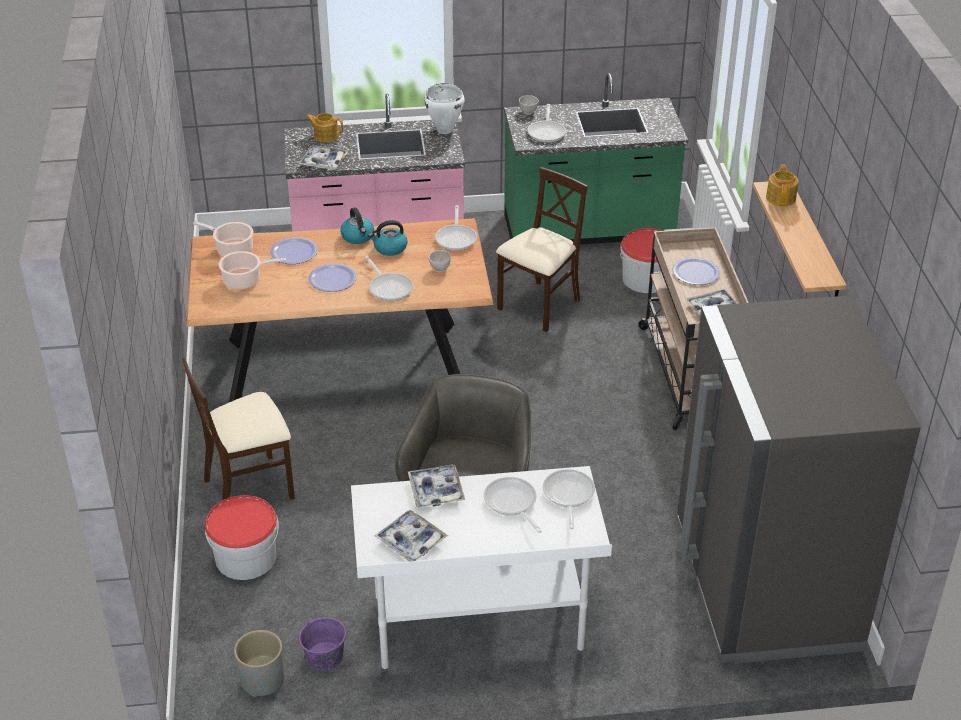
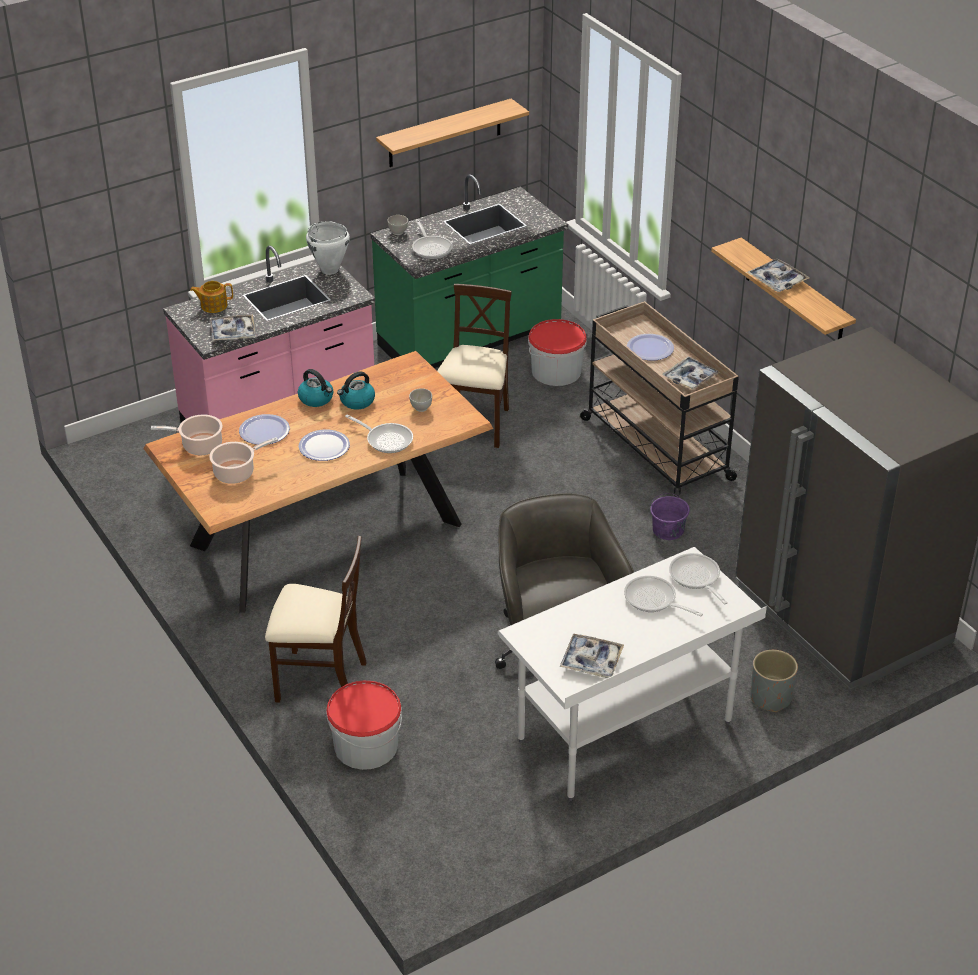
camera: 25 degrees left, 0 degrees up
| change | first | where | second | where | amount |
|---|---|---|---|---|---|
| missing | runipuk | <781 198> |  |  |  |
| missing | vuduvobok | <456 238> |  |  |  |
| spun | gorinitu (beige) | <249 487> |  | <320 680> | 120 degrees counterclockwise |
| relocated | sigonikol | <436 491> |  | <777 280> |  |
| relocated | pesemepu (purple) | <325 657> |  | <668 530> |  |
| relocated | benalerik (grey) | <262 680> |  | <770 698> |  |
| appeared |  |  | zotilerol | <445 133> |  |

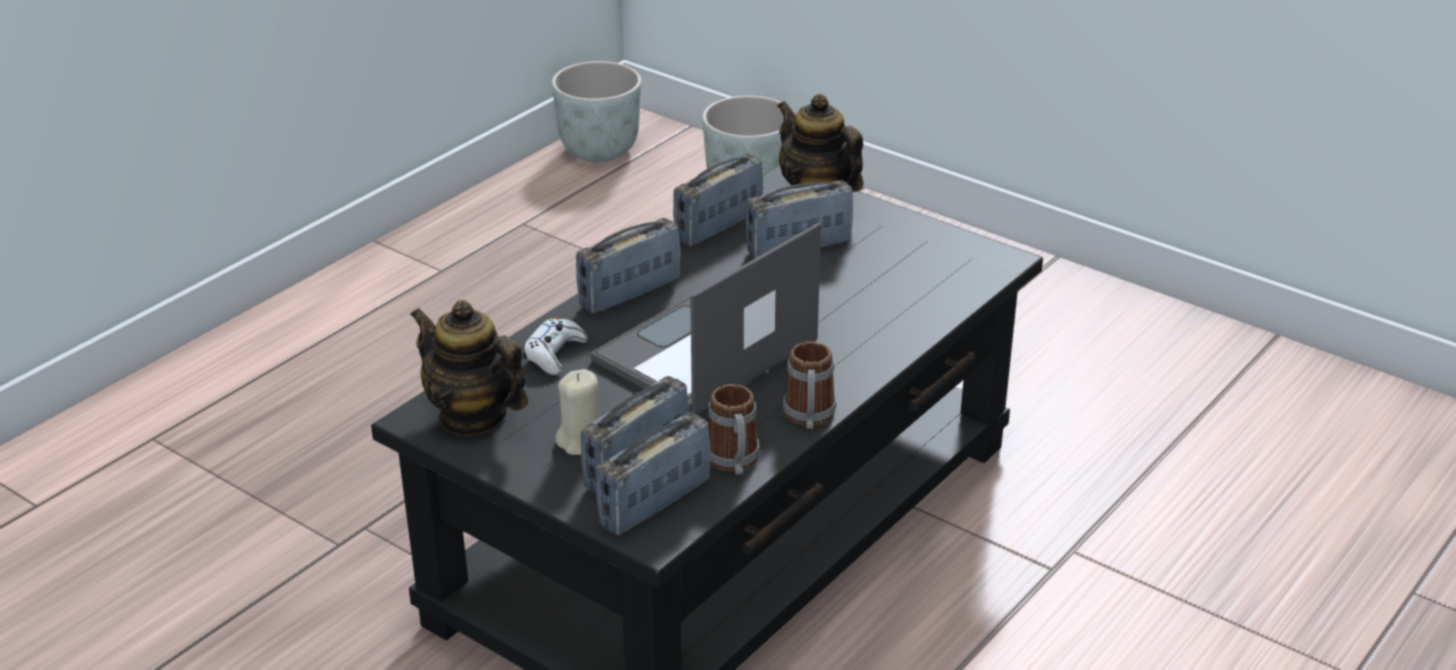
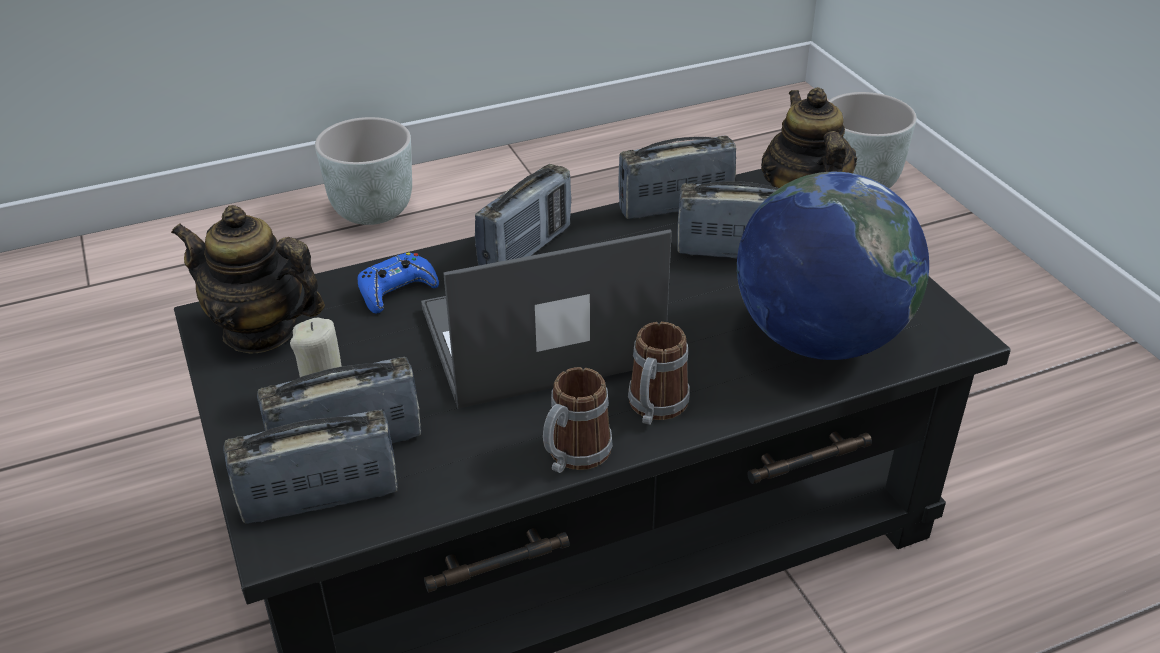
camera: 30 degrees right, 5 degrees up
| change | first | where | second | where | amount |
|---|---|---|---|---|---|
| relocated | benalerik (grey) | <600 151> |  | <374 211> |  |
| spun | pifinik | <629 293> |  | <526 250> | 135 degrees clockwise |
| spun | runipuk | <472 416> |  | <260 331> | 45 degrees counterclockwise |
| colour | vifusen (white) | <554 354> | vifusen (blue) | <396 290> |  |
| relocated | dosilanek | <734 463> |  | <654 409> |  |
| appeared |  |  | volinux | <819 339> |  |

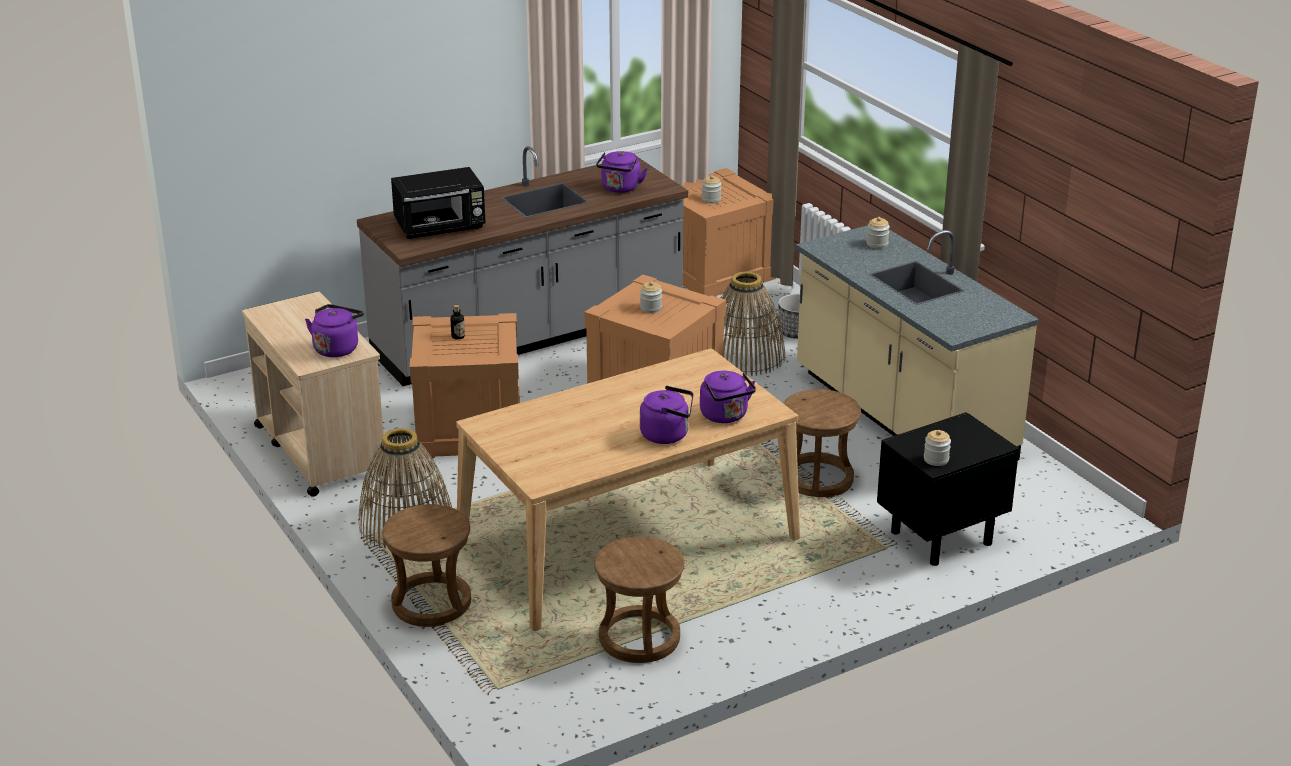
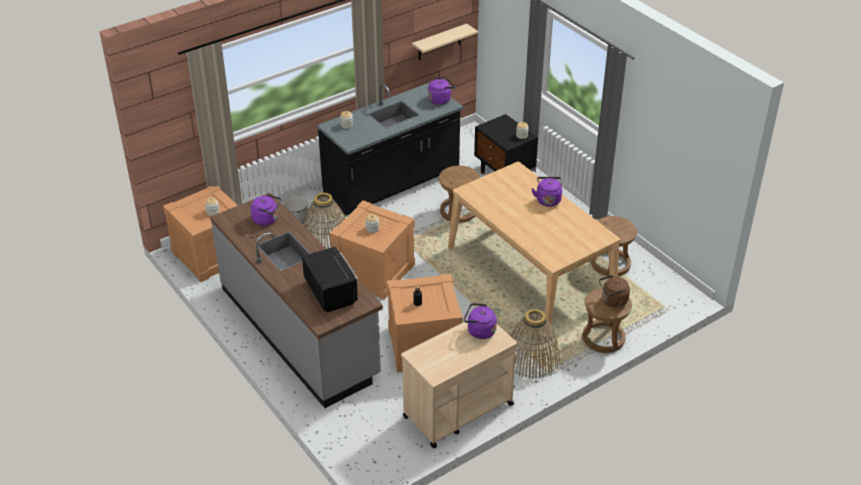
camera: 95 degrees left, 10 degrees up
| change | first | where | second | where | amount |
|---|---|---|---|---|---|
| colour | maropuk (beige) | <901 417> | maropuk (black) | <392 184> |  |
| relocated | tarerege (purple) | <726 416> |  | <440 99> |  |
| appeared |  |  | zotilerol (beige) | <439 42> |  |
| appeared |  |  | tarerege (brown) | <613 301> |  |

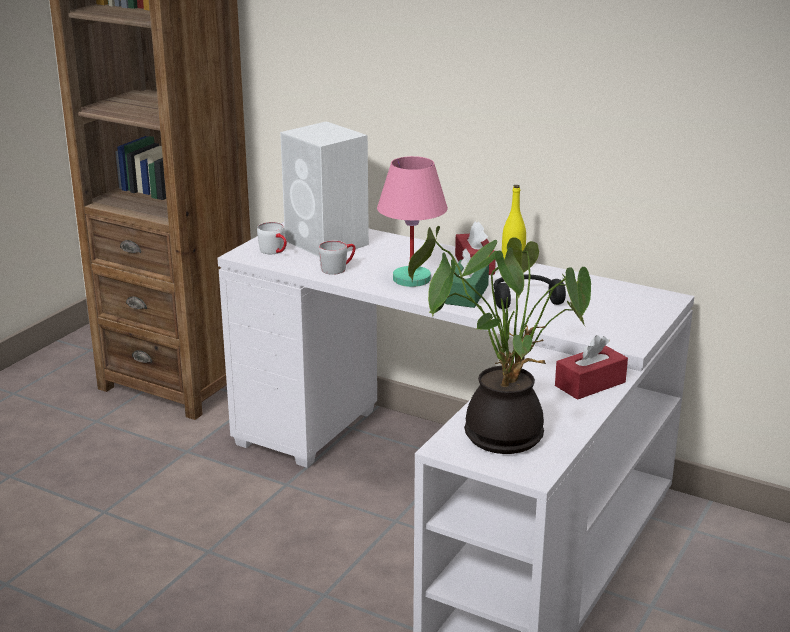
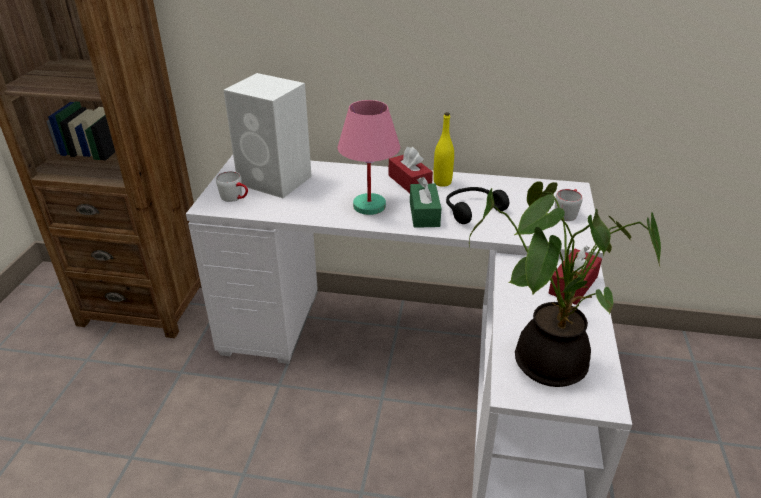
camera: 20 degrees left, 10 degrees up
| change | first | where | second | where | amount |
|---|---|---|---|---|---|
| relocated | dosilanek (grey) | <338 268> |  | <567 212> |  |

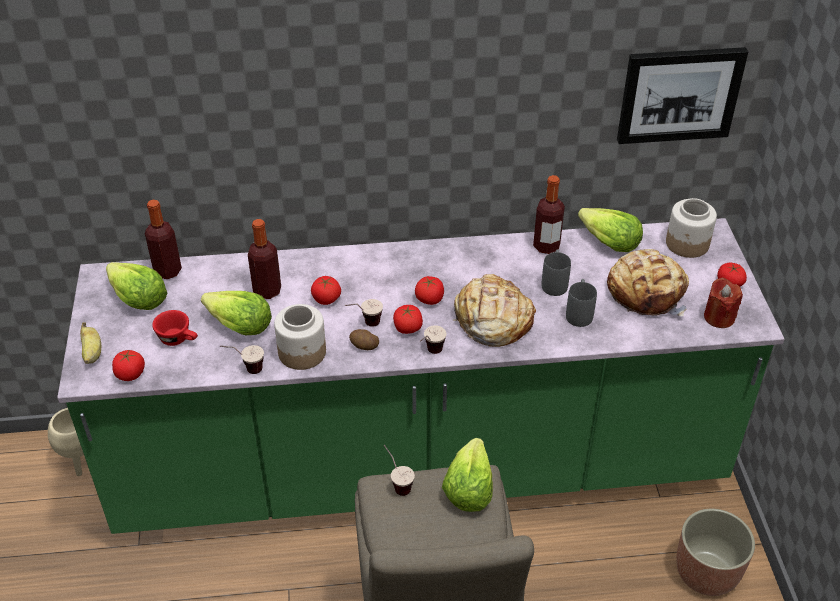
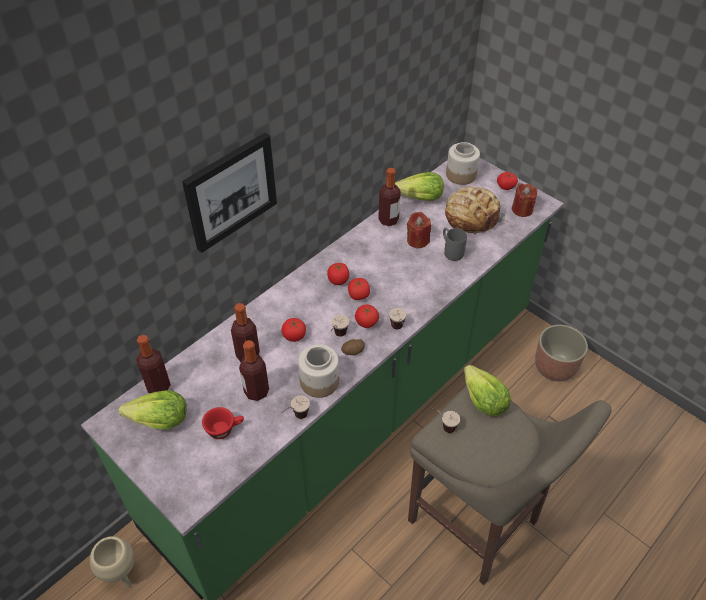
camera: 40 degrees left, 5 degrees up
| change | first | where | second | where | amount |
|---|---|---|---|---|---|
| relocated | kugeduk | <679 94> |  | <230 191> |  |
| exchanged | dosilanek (grey) | <554 282> | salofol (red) | <417 240> |  |
| missing | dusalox | <492 320> |  |  |  |
| exchanged | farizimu | <239 326> | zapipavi | <256 391> |  |
| missing | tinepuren | <92 353> |  |  |  |
| relocated | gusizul | <130 374> |  | <338 280> |  |

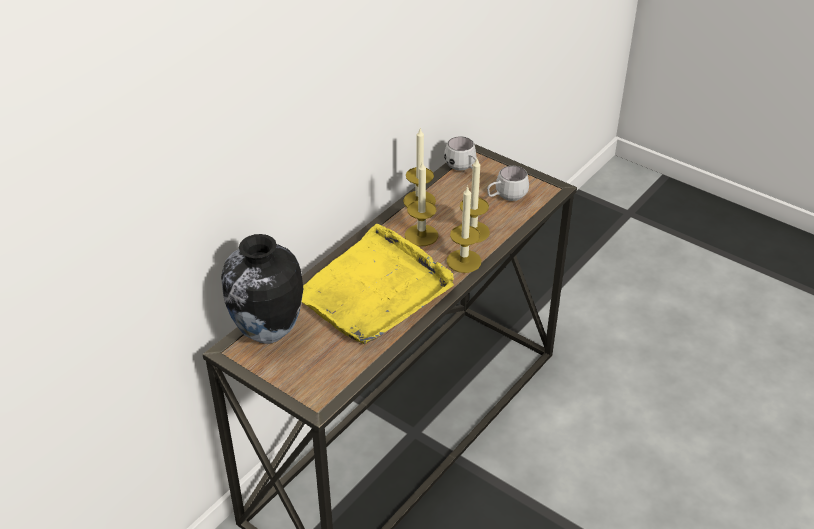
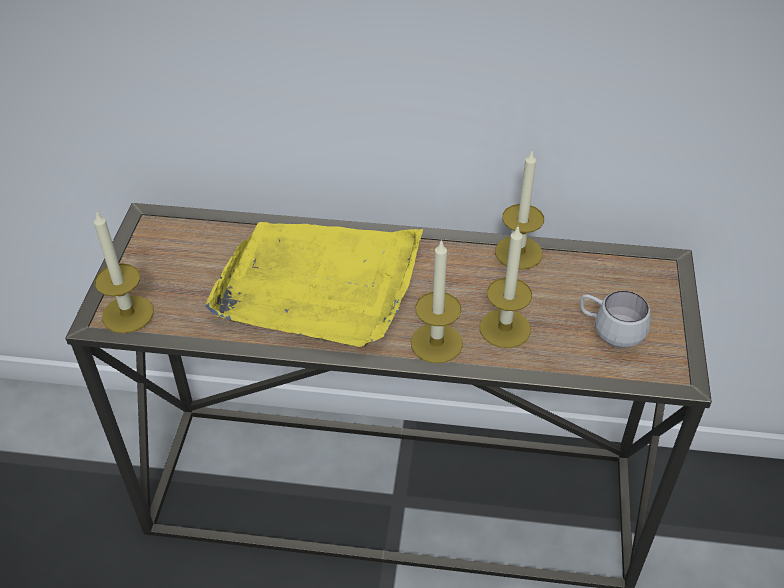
camera: 60 degrees right, 5 degrees up
| change | first | where | second | where | amount |
|---|---|---|---|---|---|
| missing | dosilanek (white) | <463 168> |  |  |  |
| relocated | salofol | <421 235> |  | <128 314> |  |
| missing | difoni | <267 333> |  |  |  |

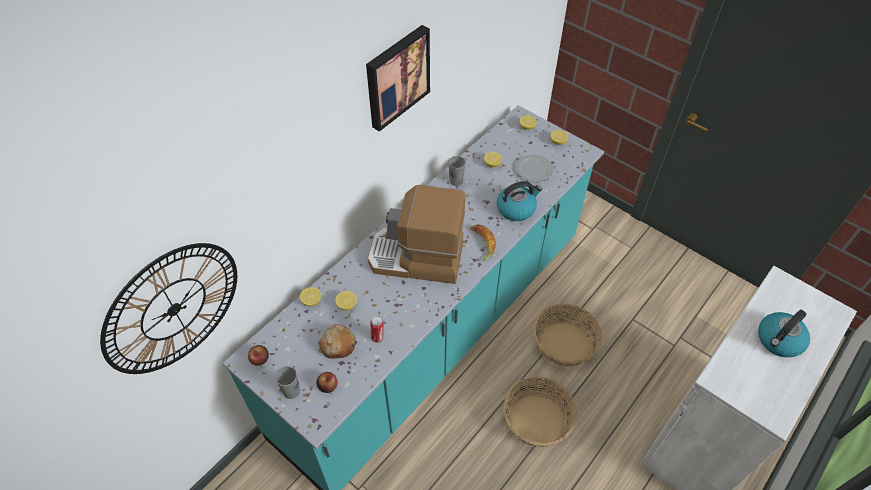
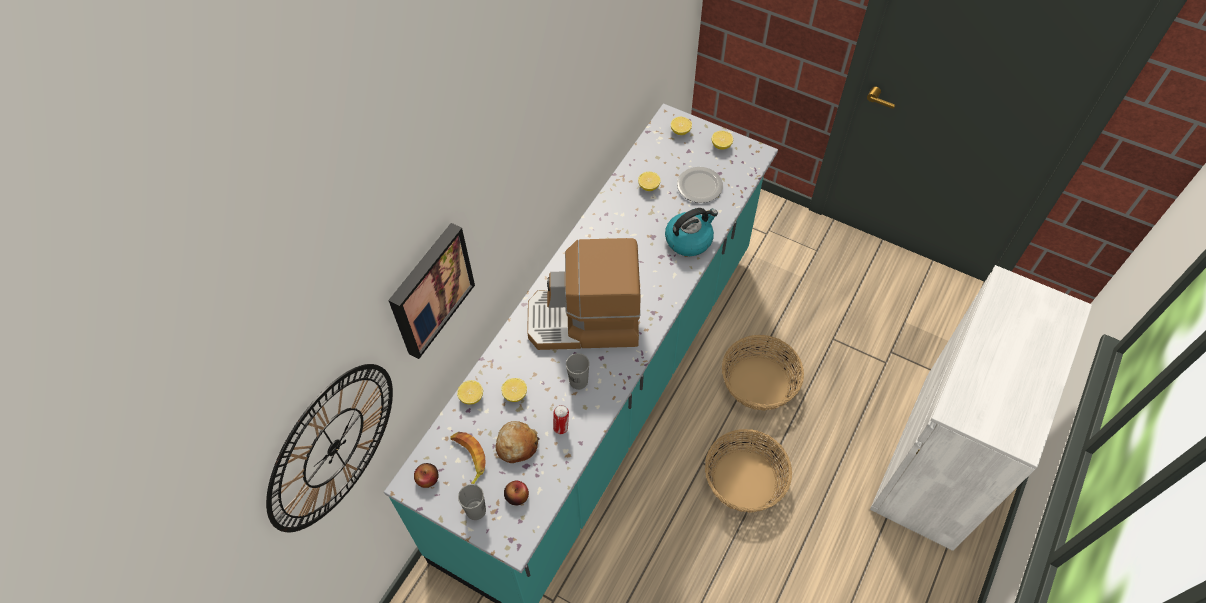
camera: 10 degrees left, 5 degrees up
| change | first | where | second | where | amount |
|---|---|---|---|---|---|
| relocated | kugeduk | <396 77> |  | <429 289> |  |
| relocated | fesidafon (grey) | <456 181> |  | <578 381> |  |
| relocated | tinepuren | <482 244> |  | <468 458> |  |
| missing | tarerege | <778 341> |  |  |  |

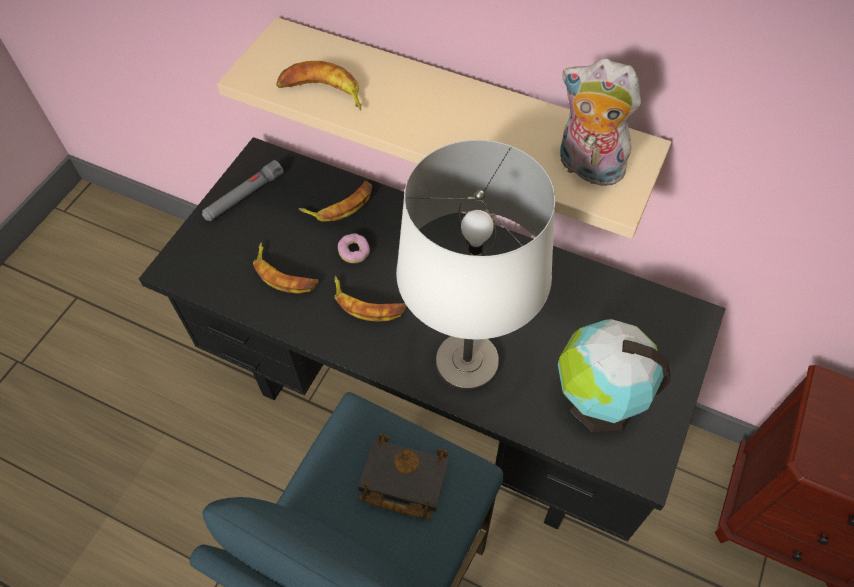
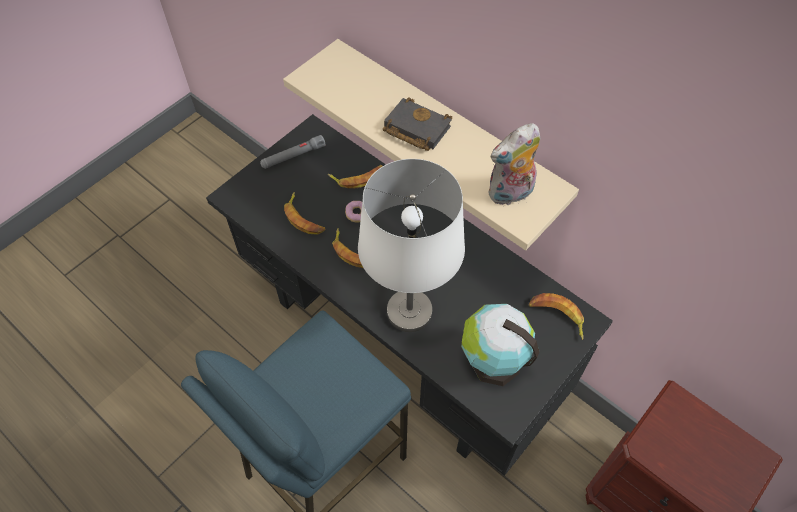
camera: 15 degrees right, 0 degrees up
| change | first | where | second | where | amount |
|---|---|---|---|---|---|
| spun | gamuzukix | <586 168> |  | <510 194> | 75 degrees counterclockwise |
| relocated | tinepuren | <322 93> |  | <557 316> |  |
| relocated | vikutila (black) | <401 481> |  | <414 129> |  |

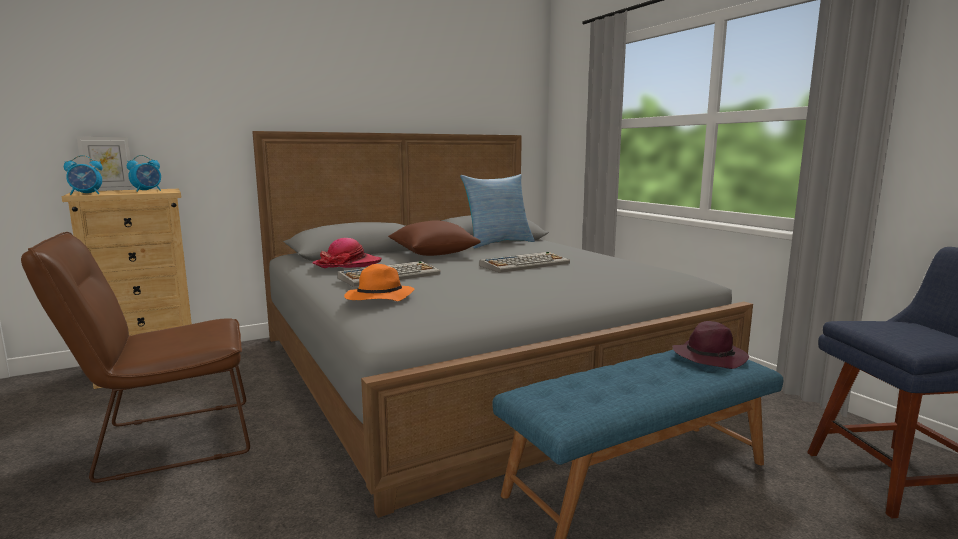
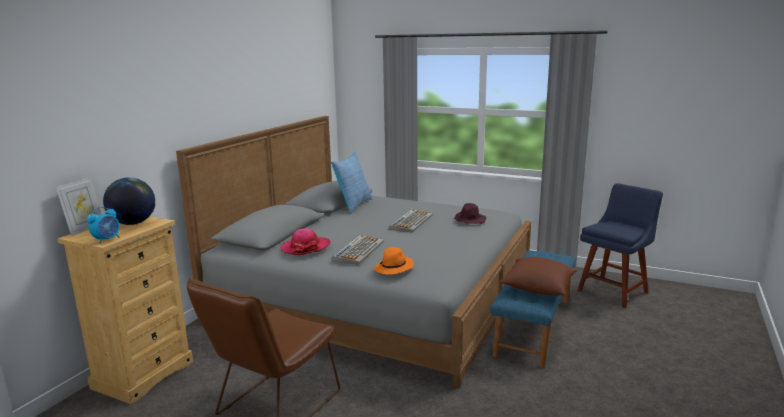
camera: 35 degrees left, 5 degrees up
| change | first | where | second | where | amount |
|---|---|---|---|---|---|
| exchanged | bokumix | <147 191> | volinux | <133 223> |  |
| relocated | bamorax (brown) | <433 254> |  | <537 288> |  |
| relocated | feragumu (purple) | <709 357> |  | <469 220> |  |

